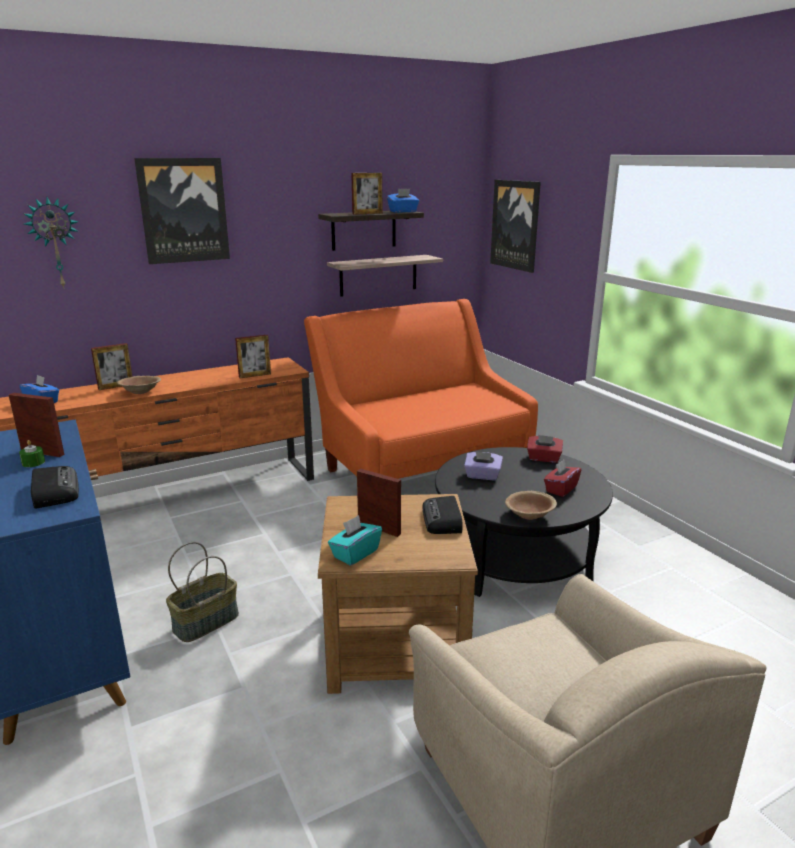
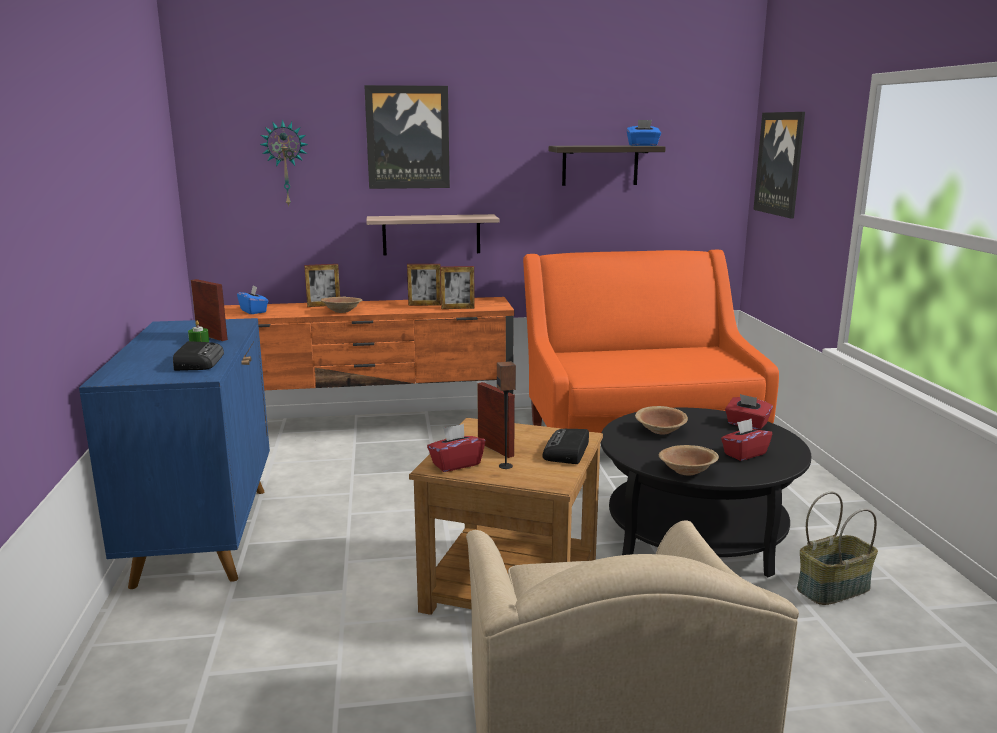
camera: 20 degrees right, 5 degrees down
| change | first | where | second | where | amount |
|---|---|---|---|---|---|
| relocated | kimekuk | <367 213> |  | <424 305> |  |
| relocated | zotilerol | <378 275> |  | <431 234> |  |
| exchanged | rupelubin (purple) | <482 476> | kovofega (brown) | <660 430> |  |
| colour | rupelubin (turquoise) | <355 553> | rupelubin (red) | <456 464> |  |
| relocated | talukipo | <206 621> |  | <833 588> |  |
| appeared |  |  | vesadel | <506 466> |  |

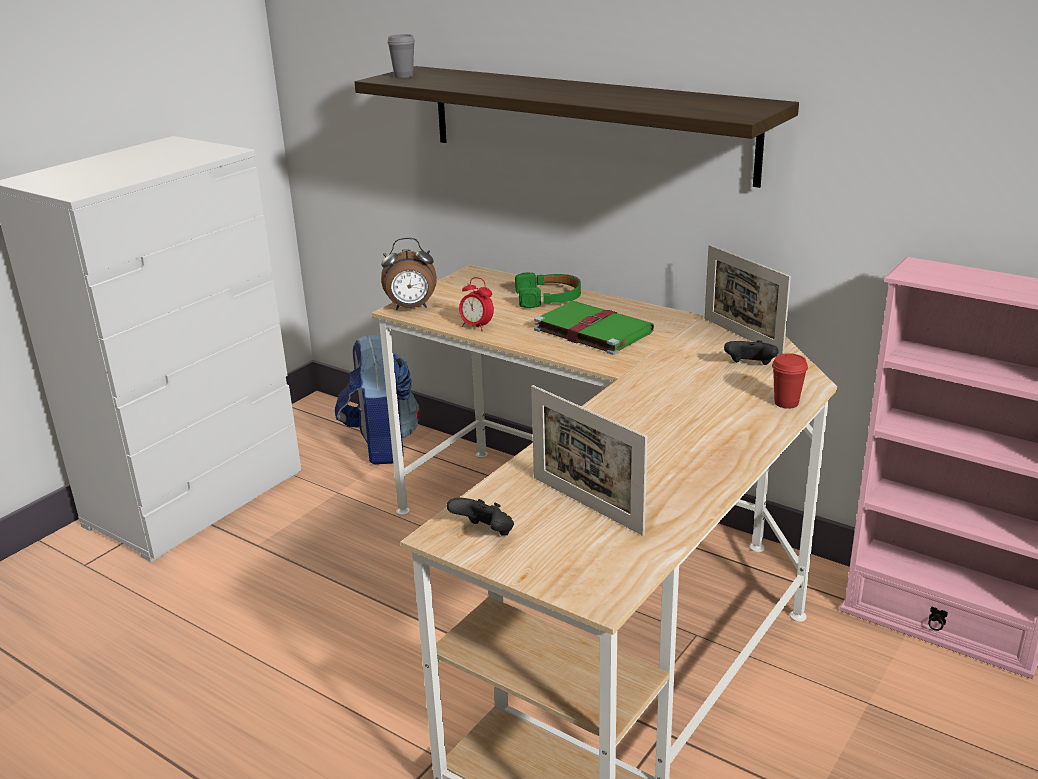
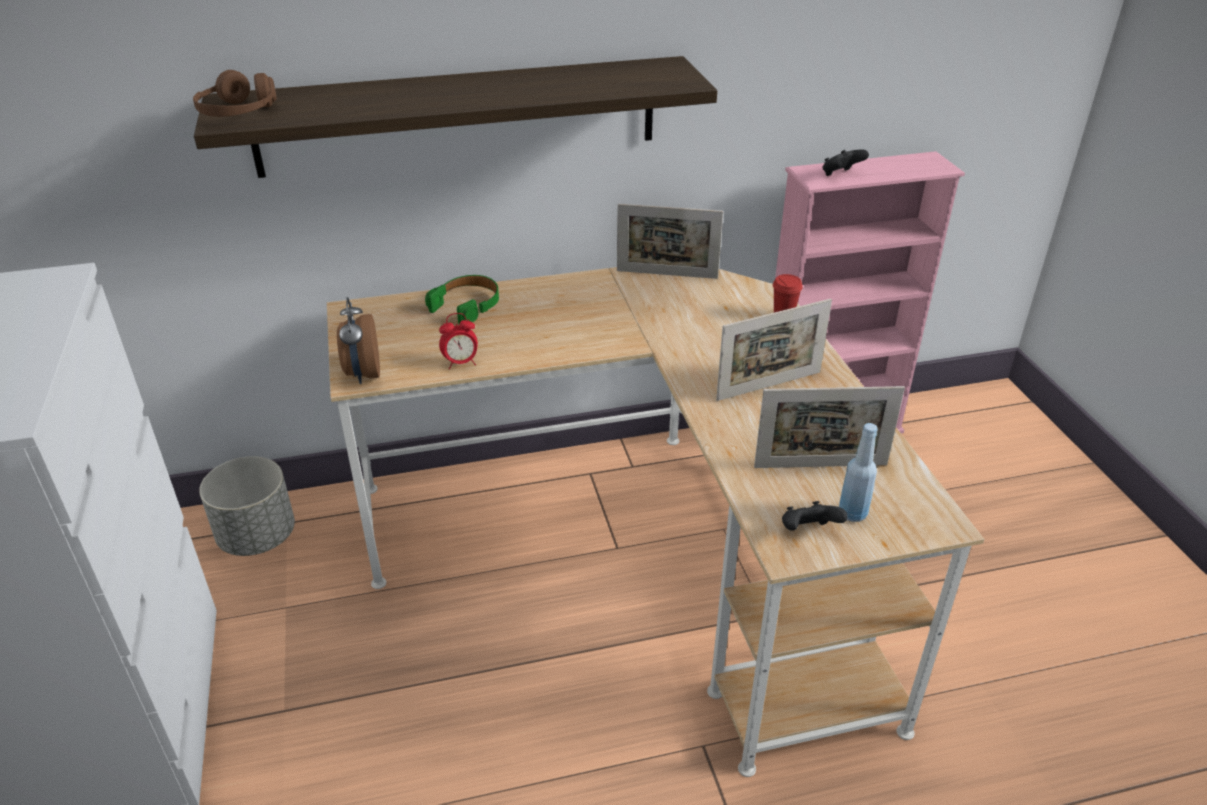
camera: 50 degrees left, 10 degrees up
| change | first | where | second | where | amount |
|---|---|---|---|---|---|
| exchanged | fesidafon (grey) | <403 76> | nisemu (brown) | <238 113> |  |
| spun | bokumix | <411 308> |  | <362 374> | 135 degrees clockwise |
| missing | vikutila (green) | <591 330> |  |  |  |
| exchanged | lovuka | <380 445> | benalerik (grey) | <256 537> |  |
| relocated | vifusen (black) | <750 366> |  | <840 175> |  |
| appeared |  |  | kimekuk | <769 386> |  |
| appeared |  |  | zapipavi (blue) | <852 513> |  |

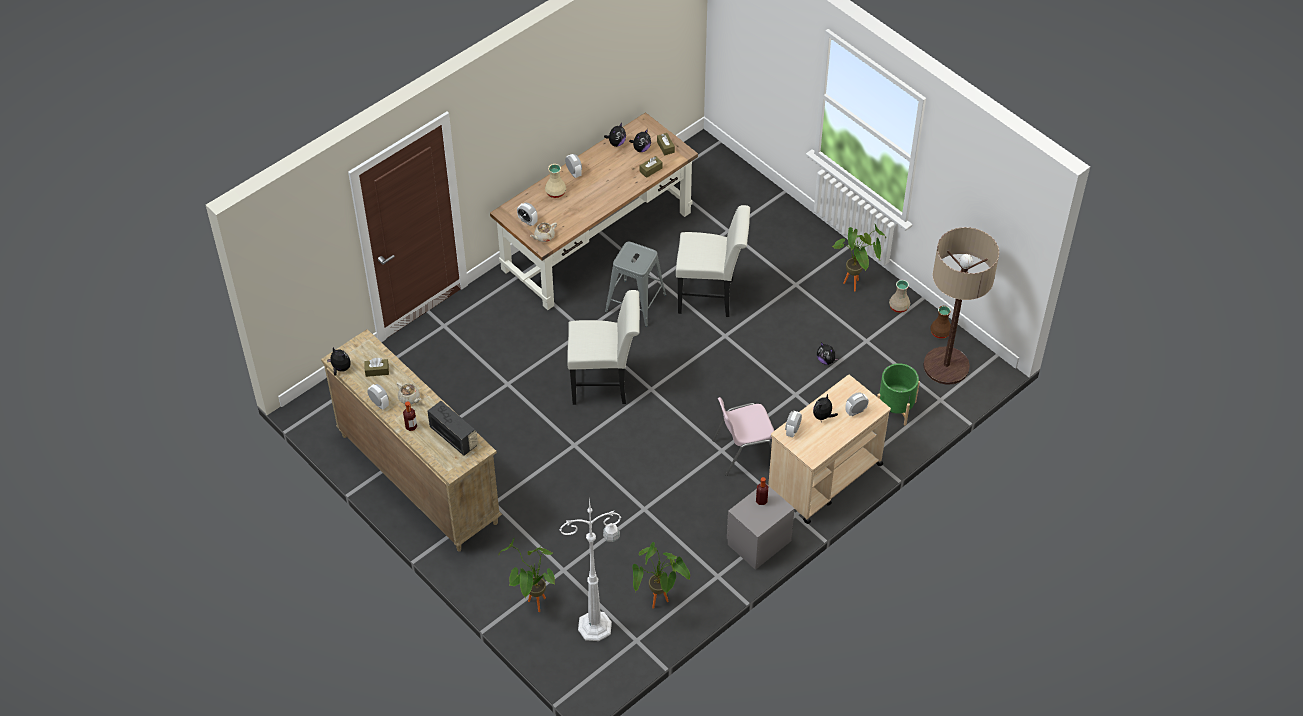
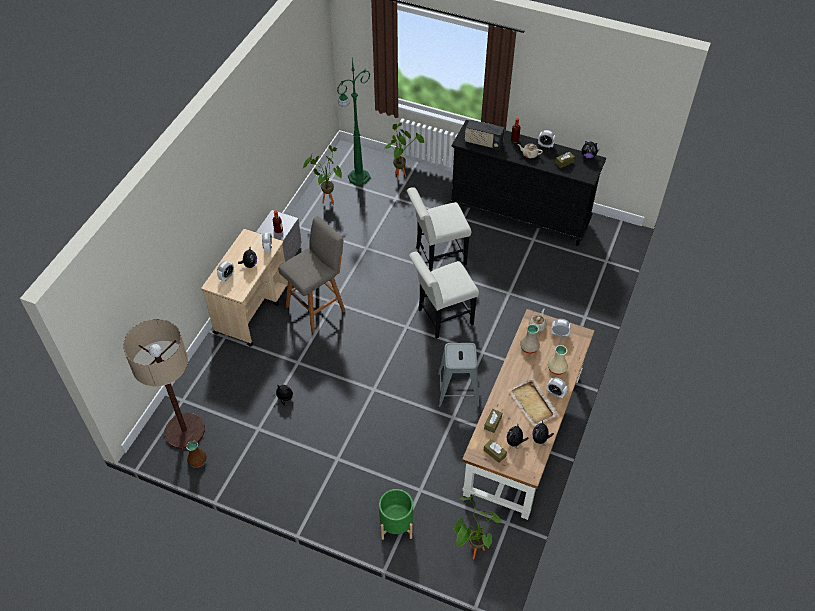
camera: 155 degrees right, 0 degrees up
| change | first | where | second | where | amount |
|---|---|---|---|---|---|
| relocated | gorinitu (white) | <711 296> |  | <437 257> |  |
| relocated | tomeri | <856 286> |  | <471 551> |  |
| relocated | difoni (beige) | <899 306> |  | <528 348> |  |
| colour | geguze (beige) | <418 478> | geguze (black) | <520 215> |  |
| relocated | benalerik (green) | <895 408> |  | <396 525> |  |
| exchanged | gorinitu (pink) | <744 451> | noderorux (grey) | <317 307> |  |
| colour | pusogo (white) | <597 626> | pusogo (green) | <357 178> |  |
| appeared |  |  | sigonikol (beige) | <533 404> |  |

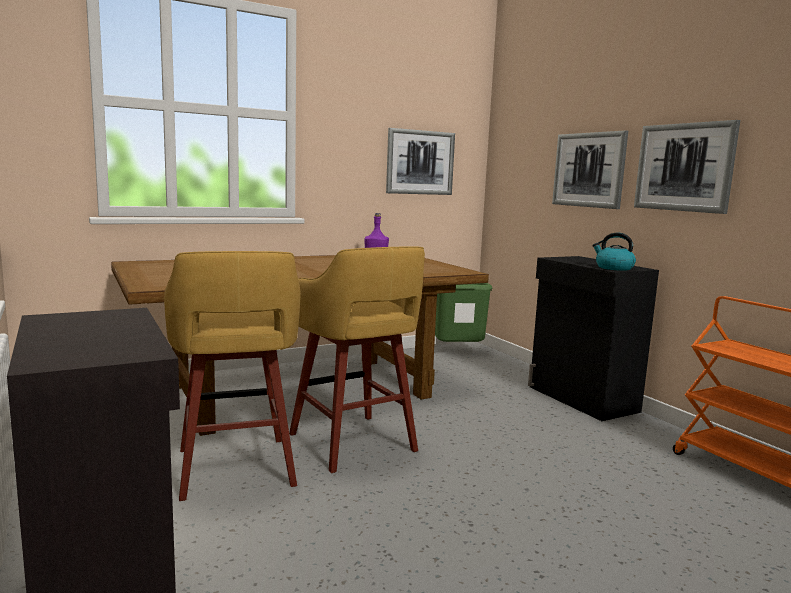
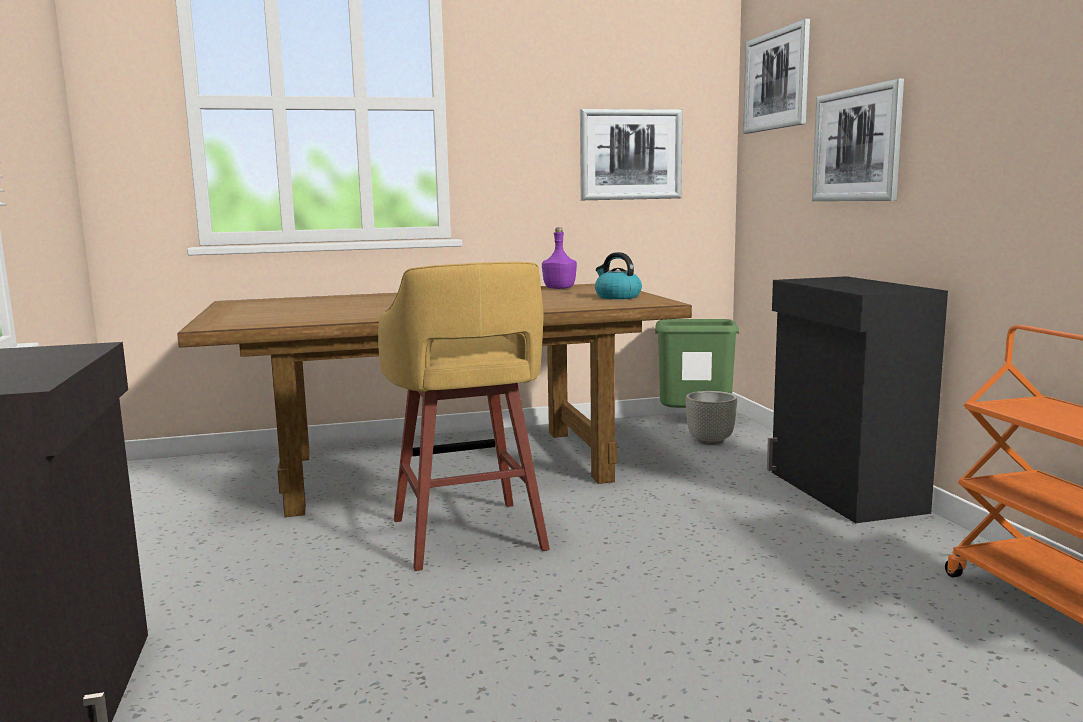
camera: 15 degrees right, 0 degrees up
| change | first | where | second | where | amount |
|---|---|---|---|---|---|
| relocated | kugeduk | <684 167> |  | <776 80> |  |
| relocated | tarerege | <613 268> |  | <617 297> |  |
| missing | noderorux (yellow) | <235 469> |  |  |  |
| appeared |  |  | benalerik (grey) | <710 441> |  |

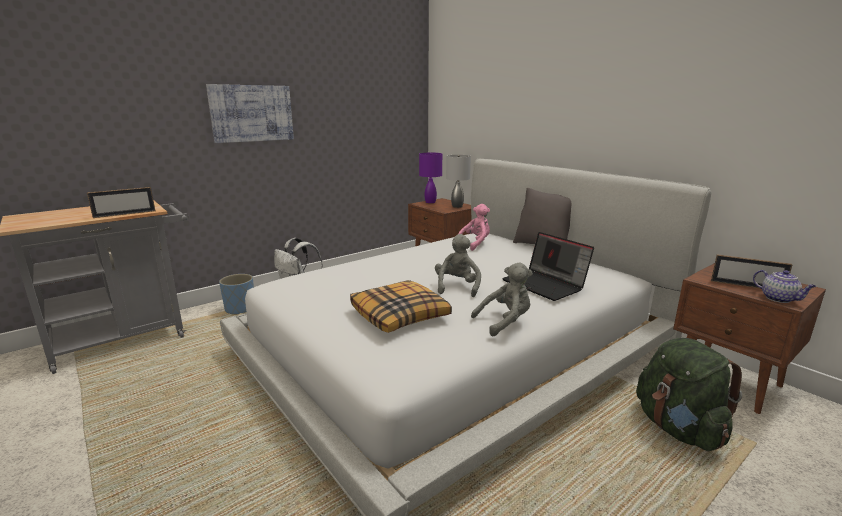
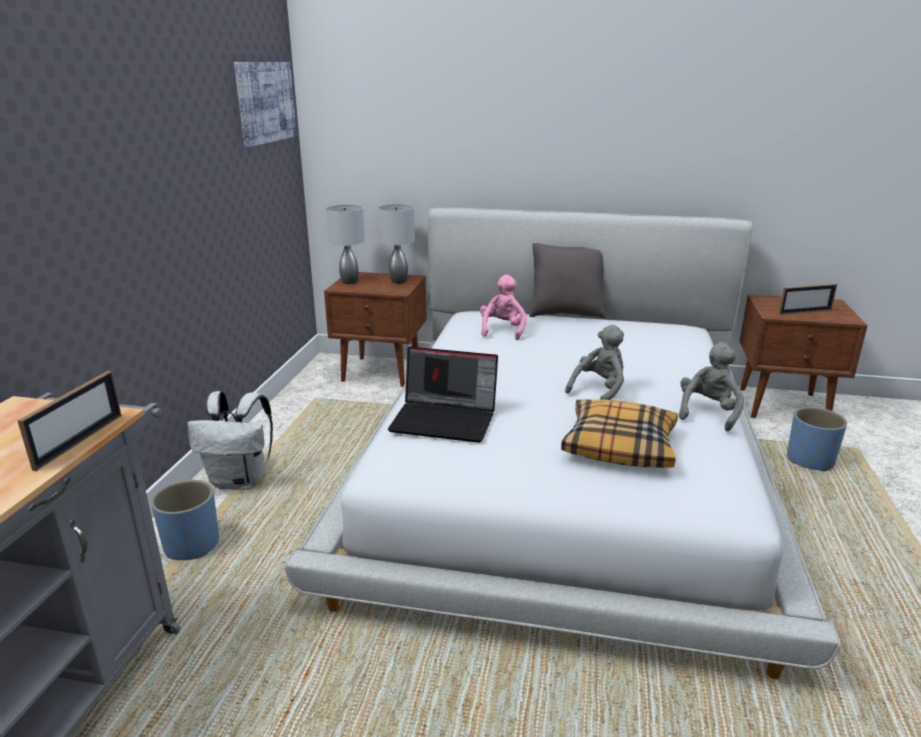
camera: 40 degrees left, 5 degrees up
| change | first | where | second | where | amount |
|---|---|---|---|---|---|
| relocated | kugeduk | <252 113> |  | <265 102> |  |
| colour | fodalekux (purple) | <430 202> | fodalekux (grey) | <350 281> |  |
| relocated | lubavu | <545 284> |  | <445 420> |  |
| spun | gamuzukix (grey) | <457 287> |  | <599 391> | 75 degrees clockwise |
| missing | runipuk | <779 299> |  |  |  |
| exchanged | lovuka (green) | <678 428> | benalerik (blue) | <810 460> |  |

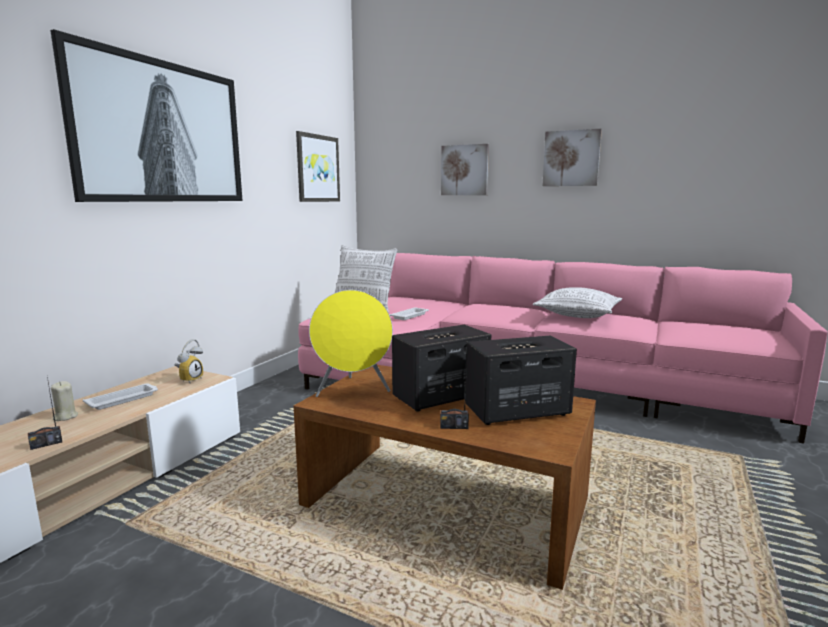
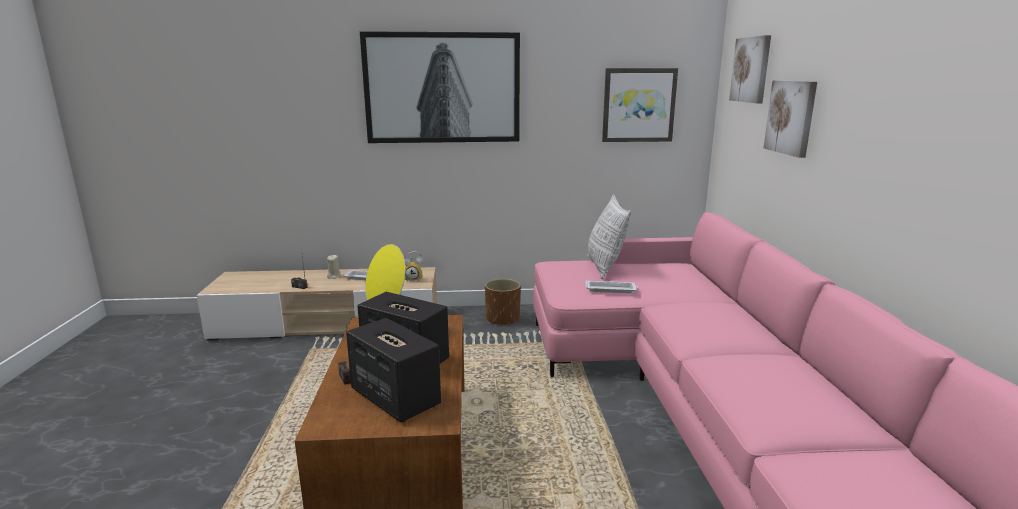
camera: 60 degrees right, 5 degrees up
| change | first | where | second | where | amount |
|---|---|---|---|---|---|
| relocated | kugeduk | <571 158> |  | <751 69> |  |
| missing | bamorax | <578 314> |  |  |  |
| appeared |  |  | benalerik (brown) | <502 319> |  |

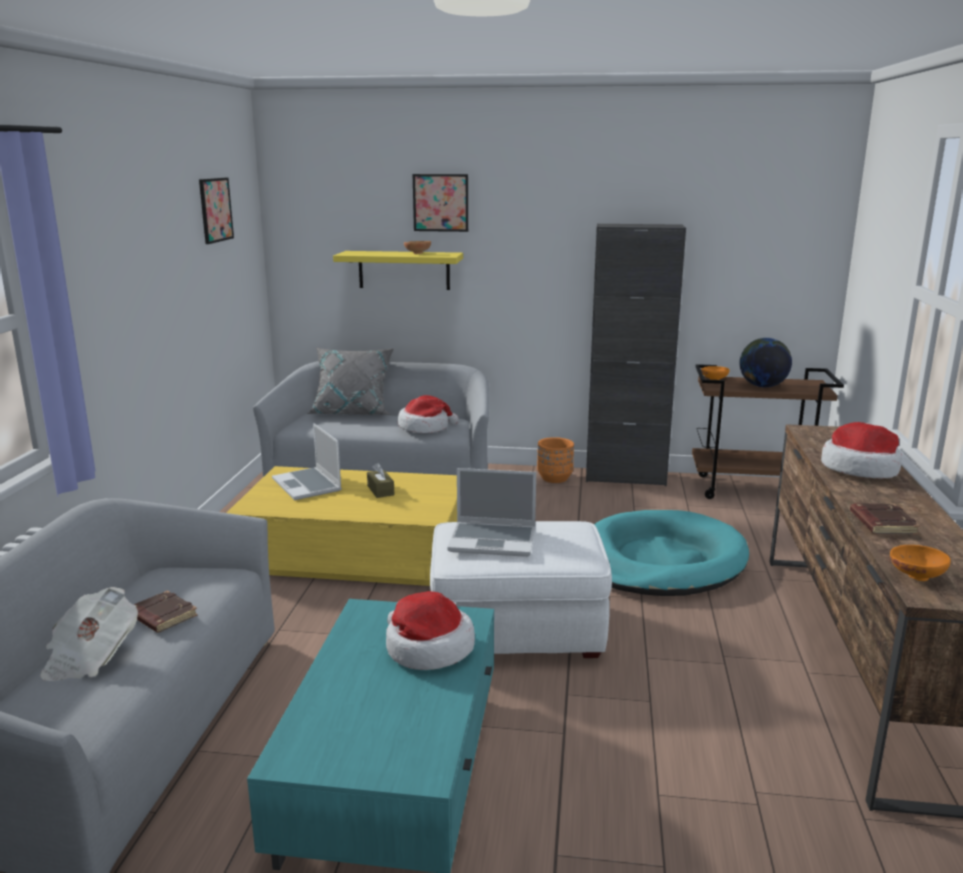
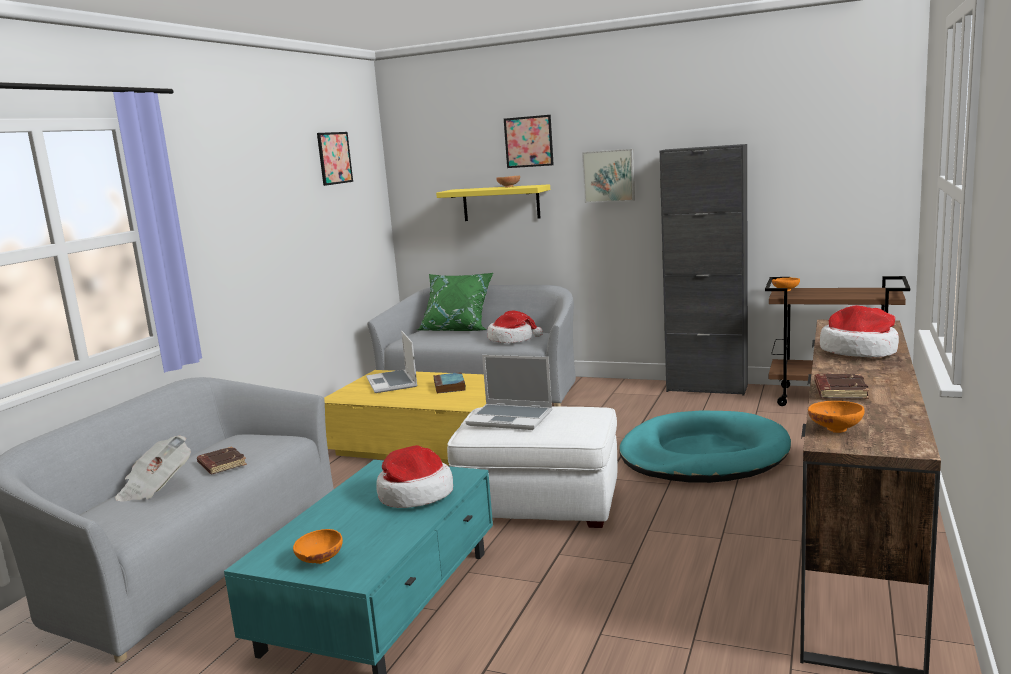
camera: 15 degrees right, 5 degrees down
| change | first | where | second | where | amount |
|---|---|---|---|---|---|
| missing | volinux | <762 386> |  |  |  |
| colour | bamorax (grey) | <353 412> | bamorax (green) | <457 329> |  |
| missing | benalerik (orange) | <555 478> |  |  |  |
| exchanged | rupelubin (brown) | <380 490> | vikutila | <450 386> |  |
| appeared |  |  | kugeduk | <609 176> |  |
| appeared |  |  | kovofega (orange) | <319 560> |  |

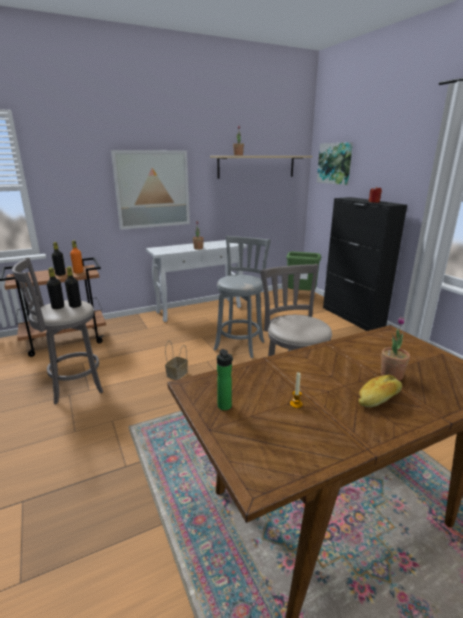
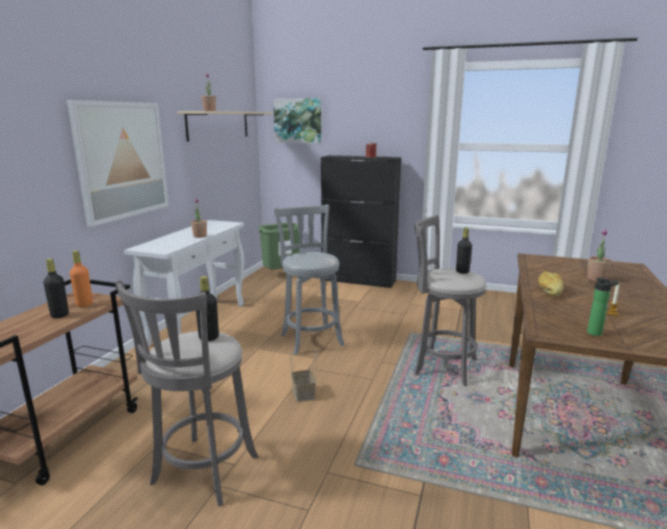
camera: 45 degrees left, 5 degrees down
| change | first | where | second | where | amount |
|---|---|---|---|---|---|
| relocated | zapipavi (black) | <58 307> |  | <462 272> |  |
| relocated | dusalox | <379 399> |  | <548 291> |  |

